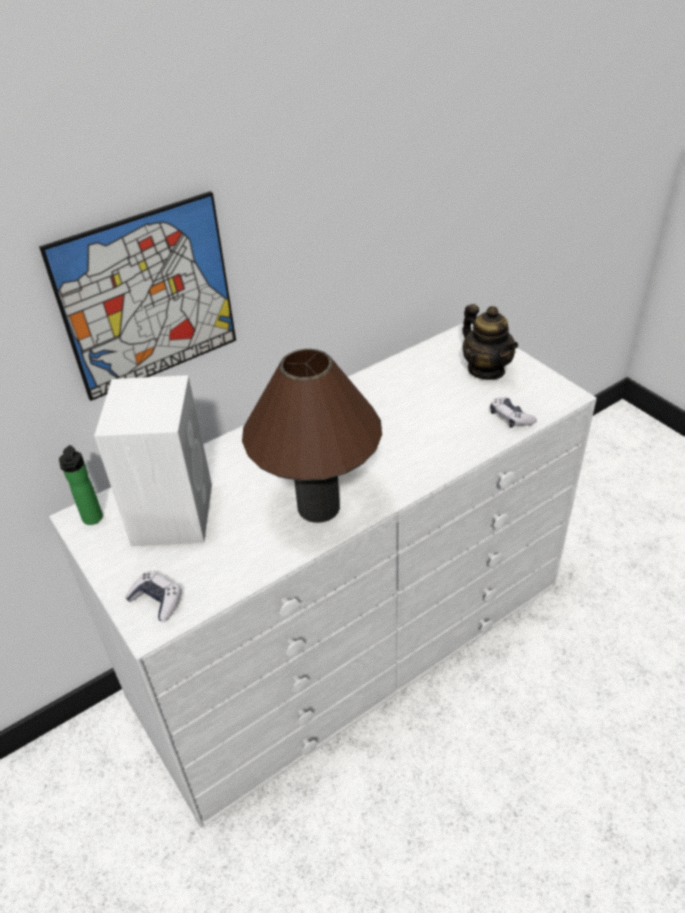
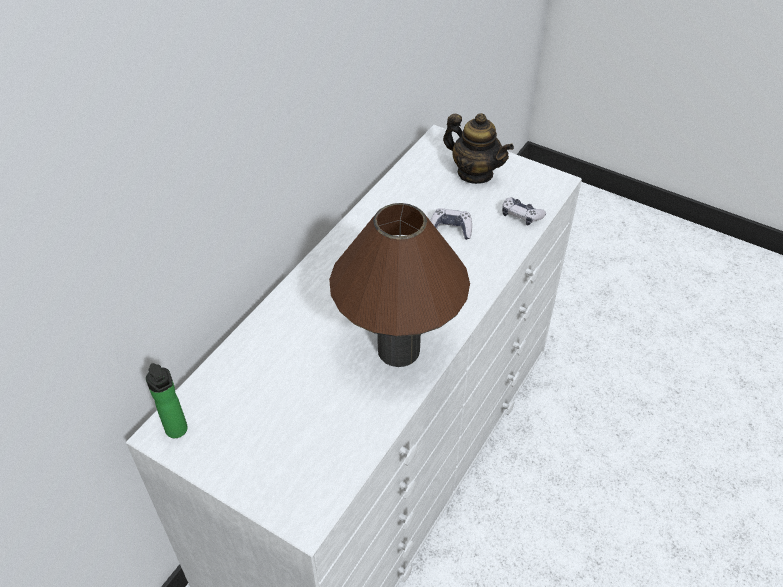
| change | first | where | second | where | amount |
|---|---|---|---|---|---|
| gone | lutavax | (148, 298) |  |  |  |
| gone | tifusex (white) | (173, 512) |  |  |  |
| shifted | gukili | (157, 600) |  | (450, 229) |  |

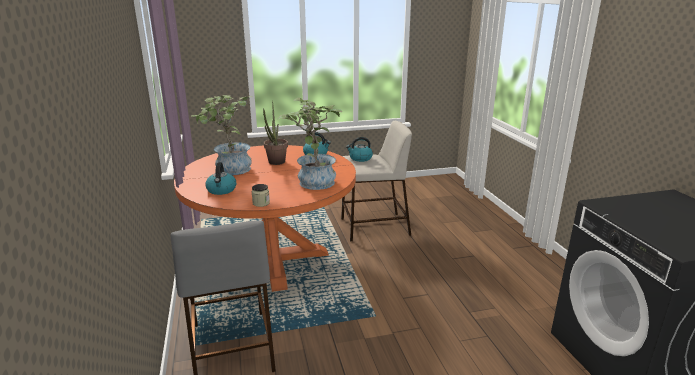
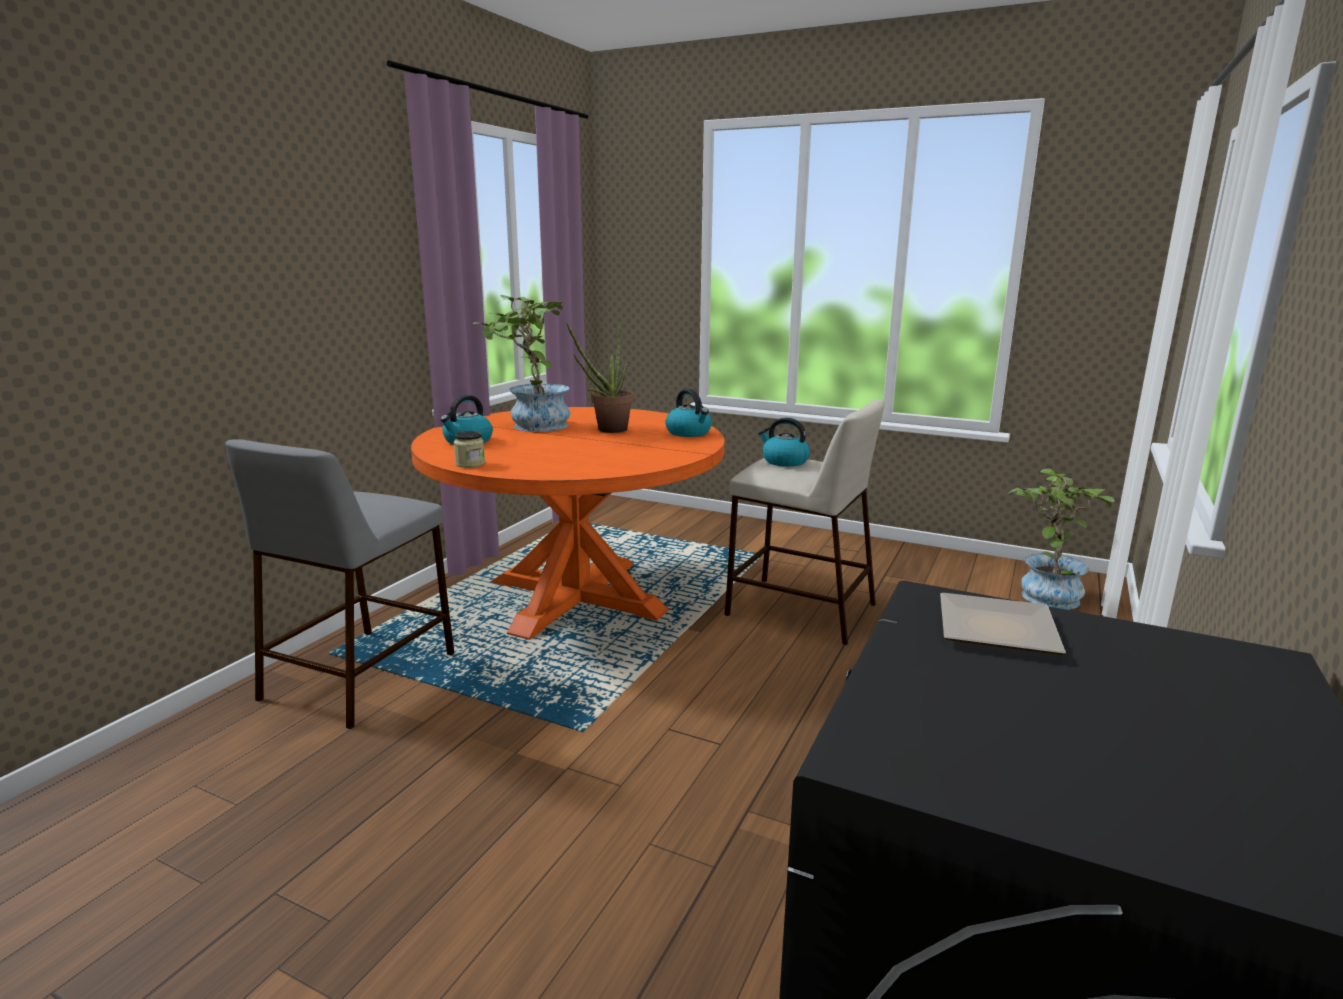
| change | first | where | second | where | amount |
|---|---|---|---|---|---|
| shifted | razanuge | (313, 181) |  | (1046, 594) |  |
| new |  |  | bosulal | (993, 631) |  |

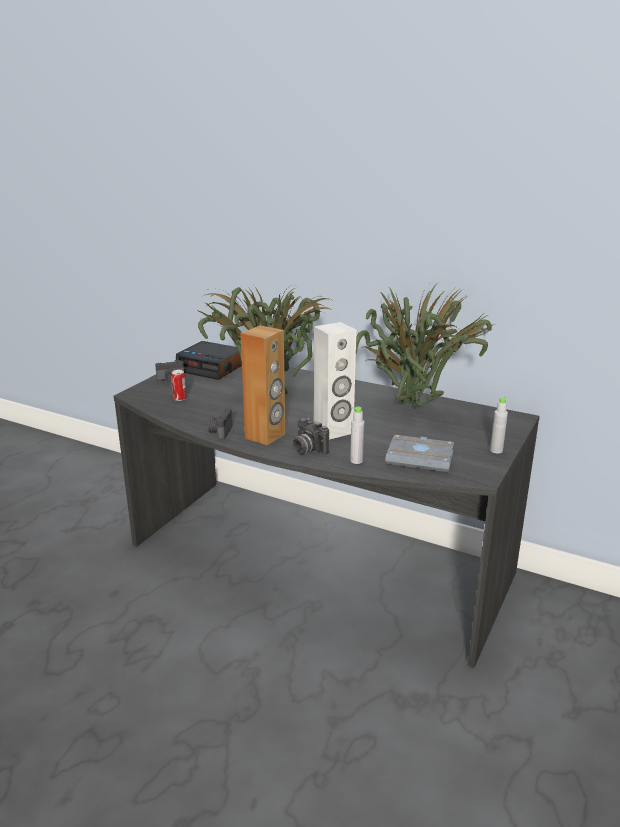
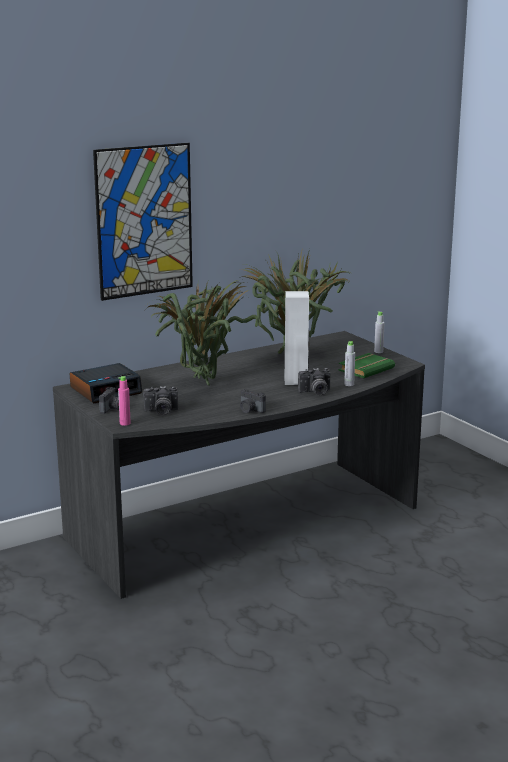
| change | first | where | second | where | amount |
|---|---|---|---|---|---|
| gone | tifusex (brown) | (265, 436) |  |  |  |
| swapped | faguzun | (179, 398) | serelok | (161, 412) |  |
| repainted | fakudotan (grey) | (421, 458) | fakudotan (green) | (365, 369) |  |
| new |  |  | lutavax | (144, 221) |  |
| new |  |  | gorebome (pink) | (125, 423) |  |

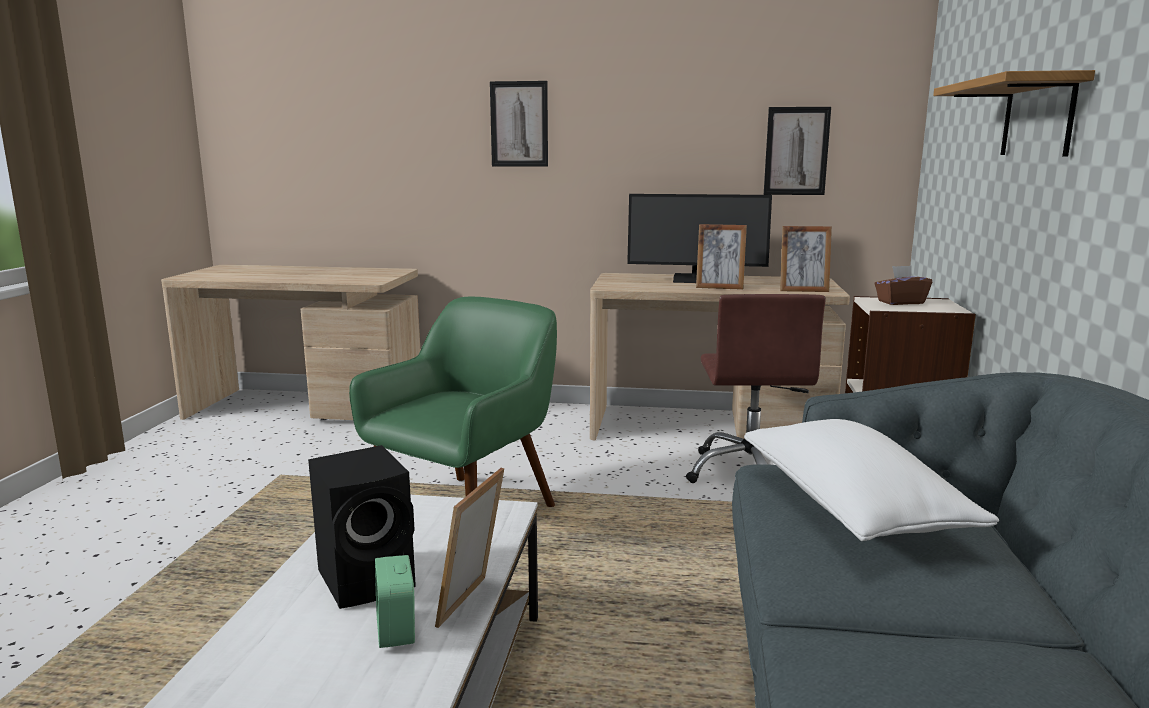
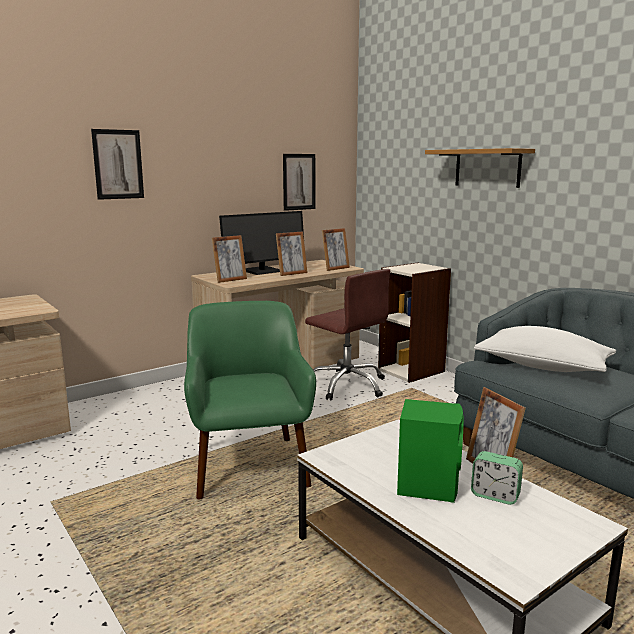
| change | first | where | second | where | amount |
|---|---|---|---|---|---|
| gone | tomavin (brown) | (900, 302) |  |  |  |
| repainted | tifusex (black) | (370, 579) | tifusex (green) | (428, 485) |  |
| new |  |  | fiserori | (230, 280) |  |

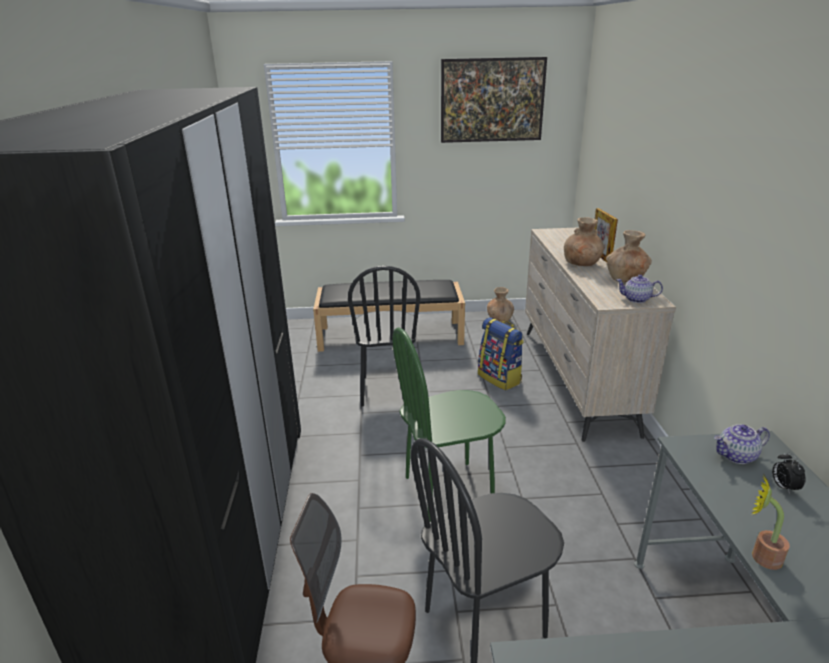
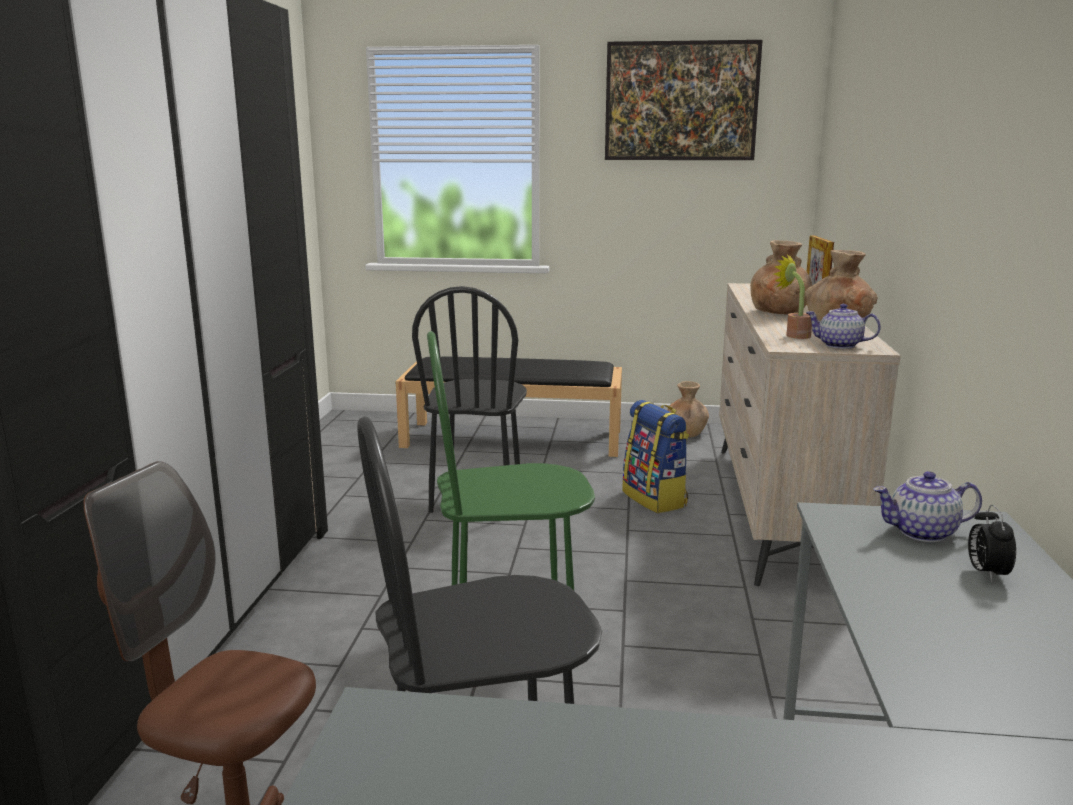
| change | first | where | second | where | amount |
|---|---|---|---|---|---|
| shifted | razanuge | (760, 556) |  | (793, 335) |  |

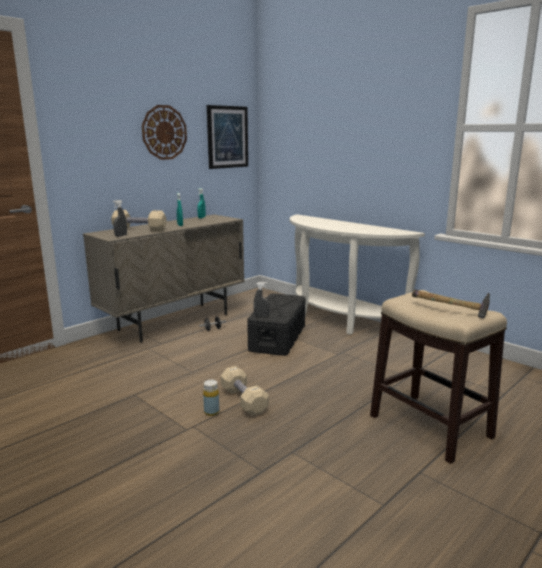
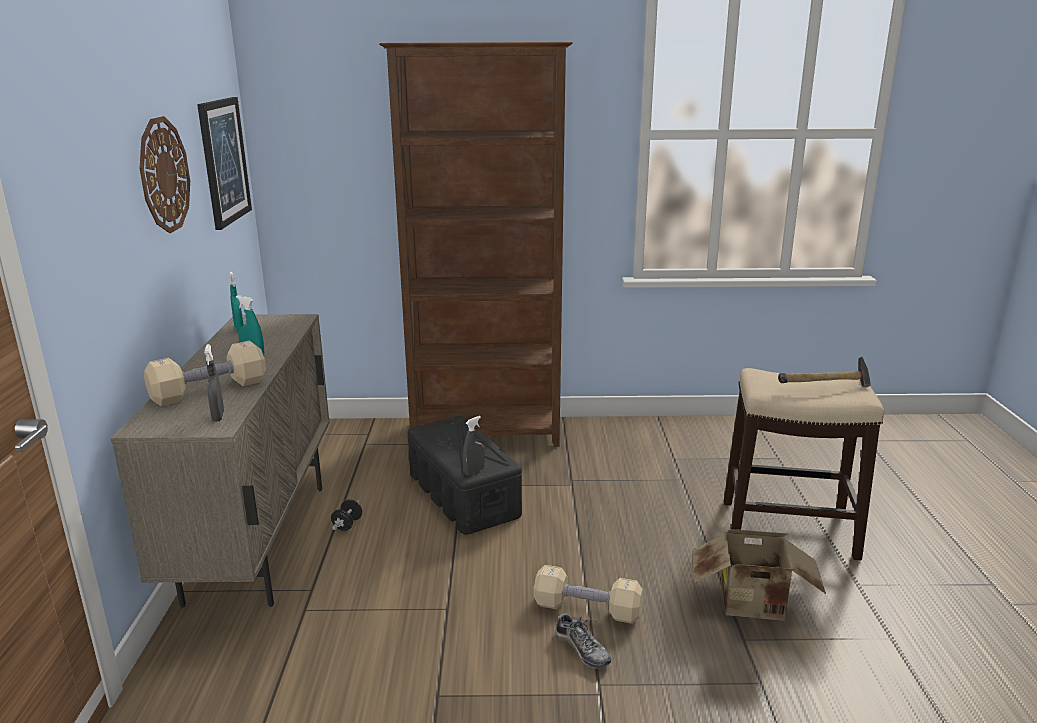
| change | first | where | second | where | amount |
|---|---|---|---|---|---|
| swapped | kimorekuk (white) | (337, 320) | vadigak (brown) | (487, 434) |  |
| swapped | gorebome (yellow) | (211, 412) | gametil | (582, 650) |  |
| new |  |  | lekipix | (754, 606) |  |

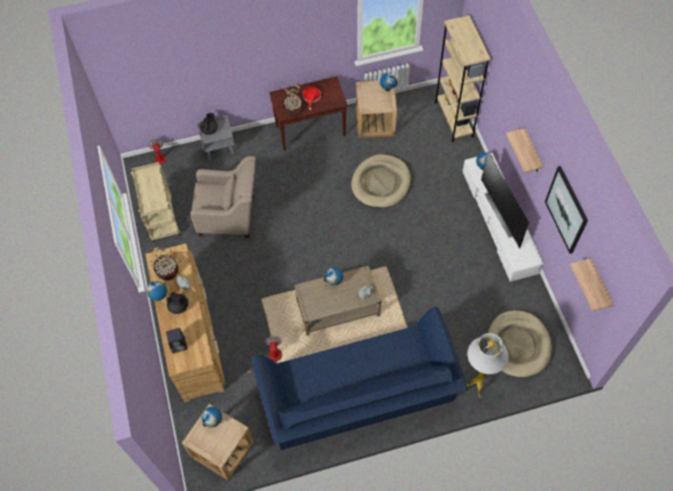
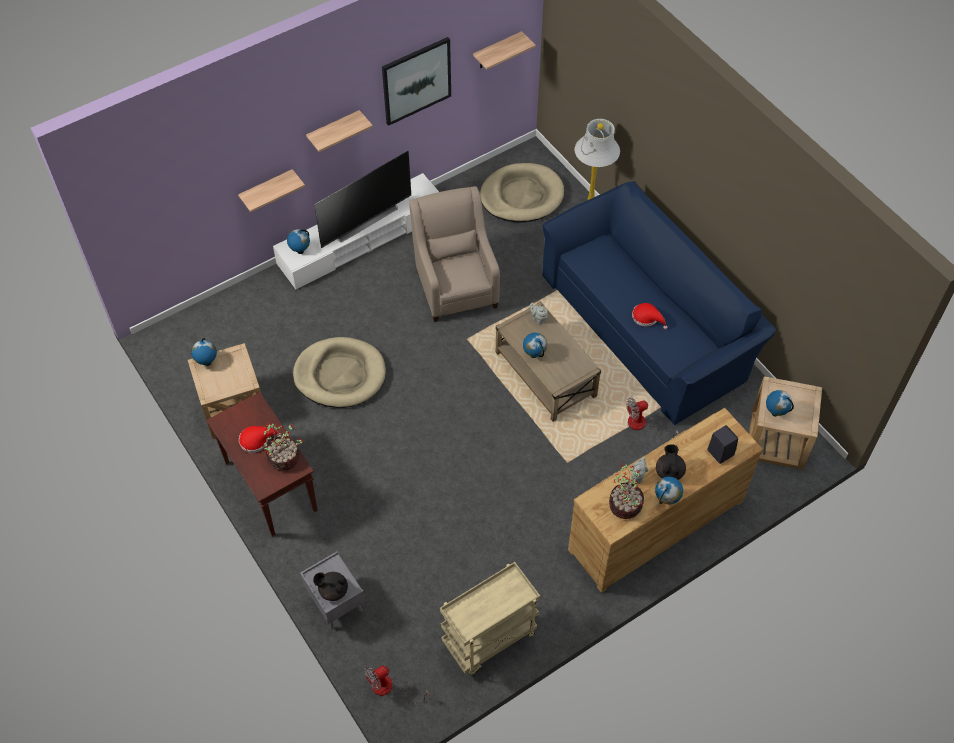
| change | first | where | second | where | amount |
|---|---|---|---|---|---|
| gone | vadigak (beige) | (454, 118) |  |  |  |
| shifted | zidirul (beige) | (229, 216) |  | (456, 286) |  |
| new |  |  | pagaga | (267, 189) |  |
| new |  |  | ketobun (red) | (647, 318) |  |

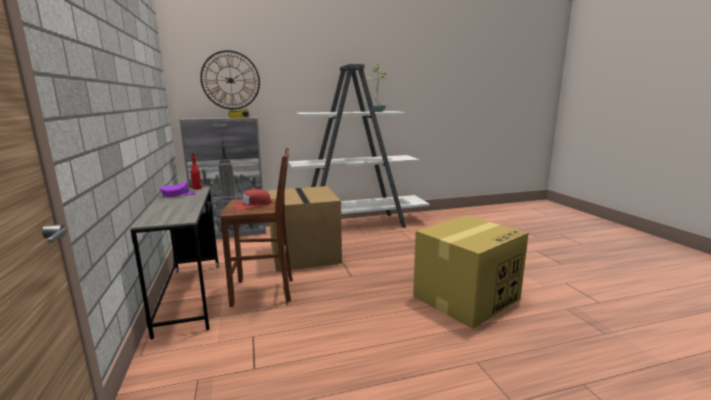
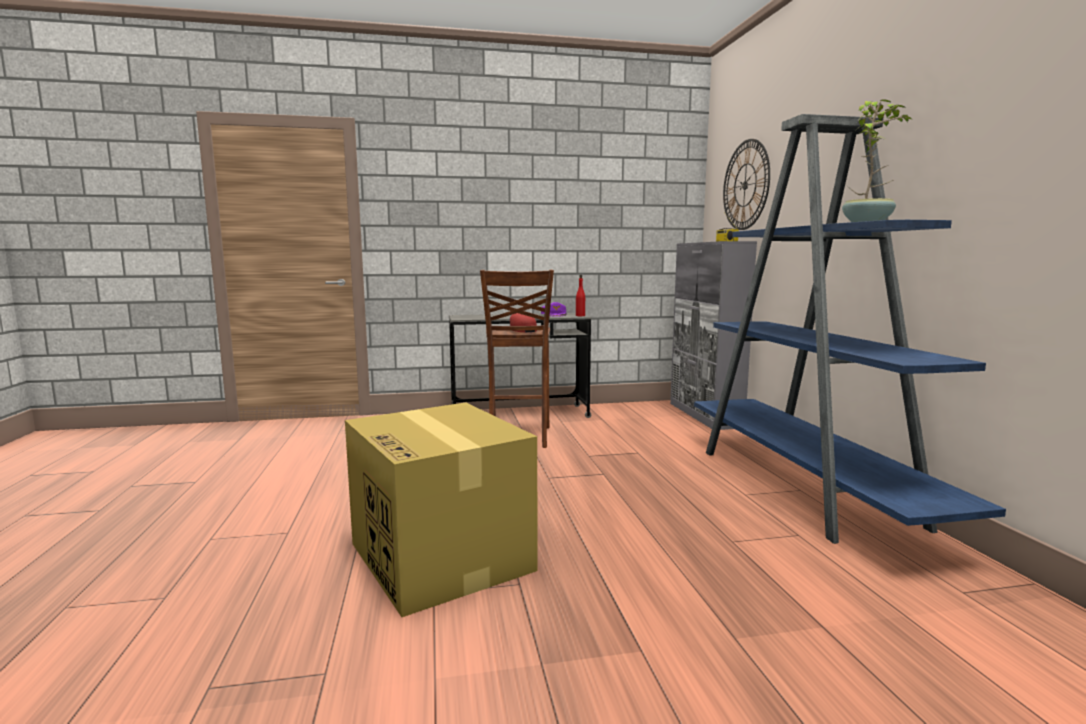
| change | first | where | second | where | amount |
|---|---|---|---|---|---|
| repainted | vadigak (white) | (354, 225) | vadigak (blue) | (805, 488) |  |
| gone | lekipix | (303, 254) |  |  |  |

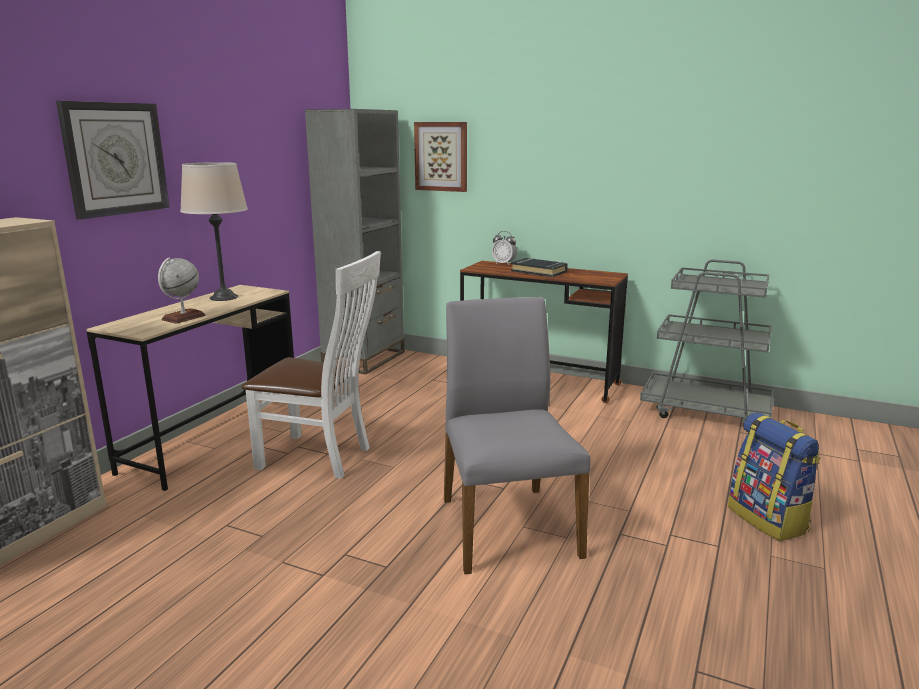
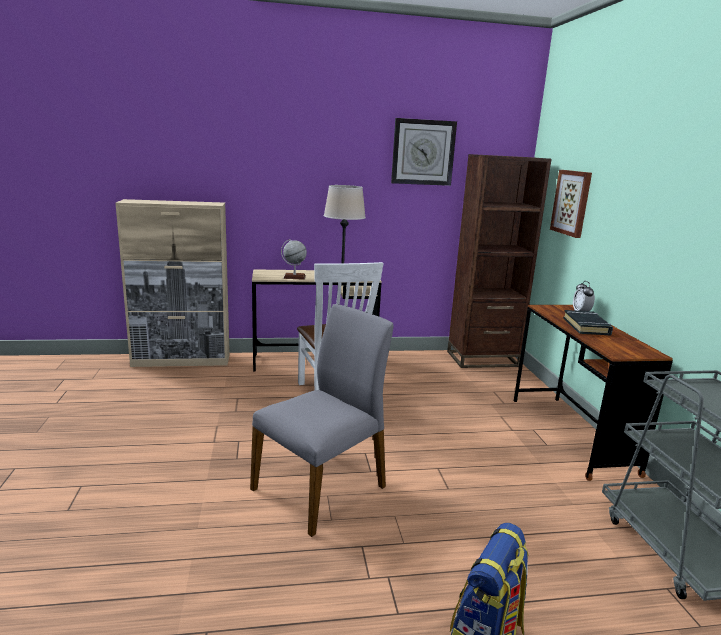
| change | first | where | second | where | amount |
|---|---|---|---|---|---|
| shifted | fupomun | (115, 159) |  | (423, 152) |  |
| repainted | vadigak (grey) | (364, 359) | vadigak (brown) | (482, 359) |  |

